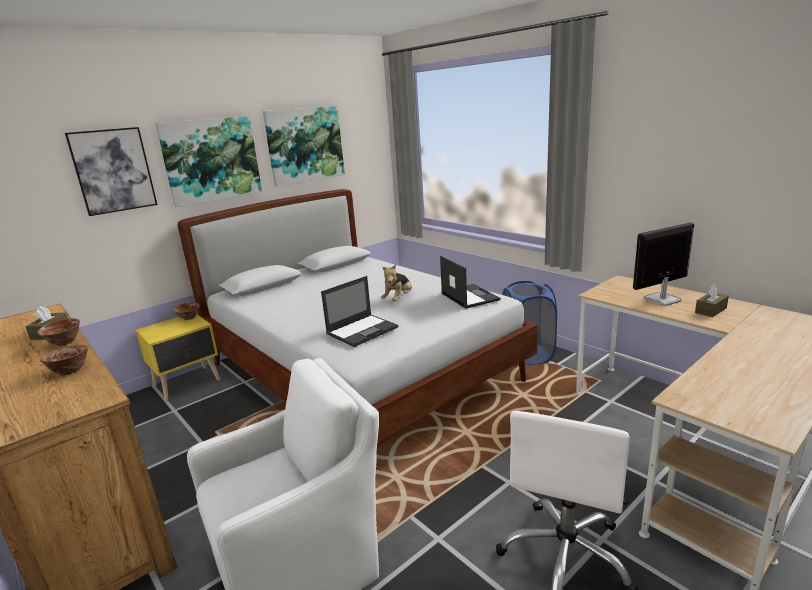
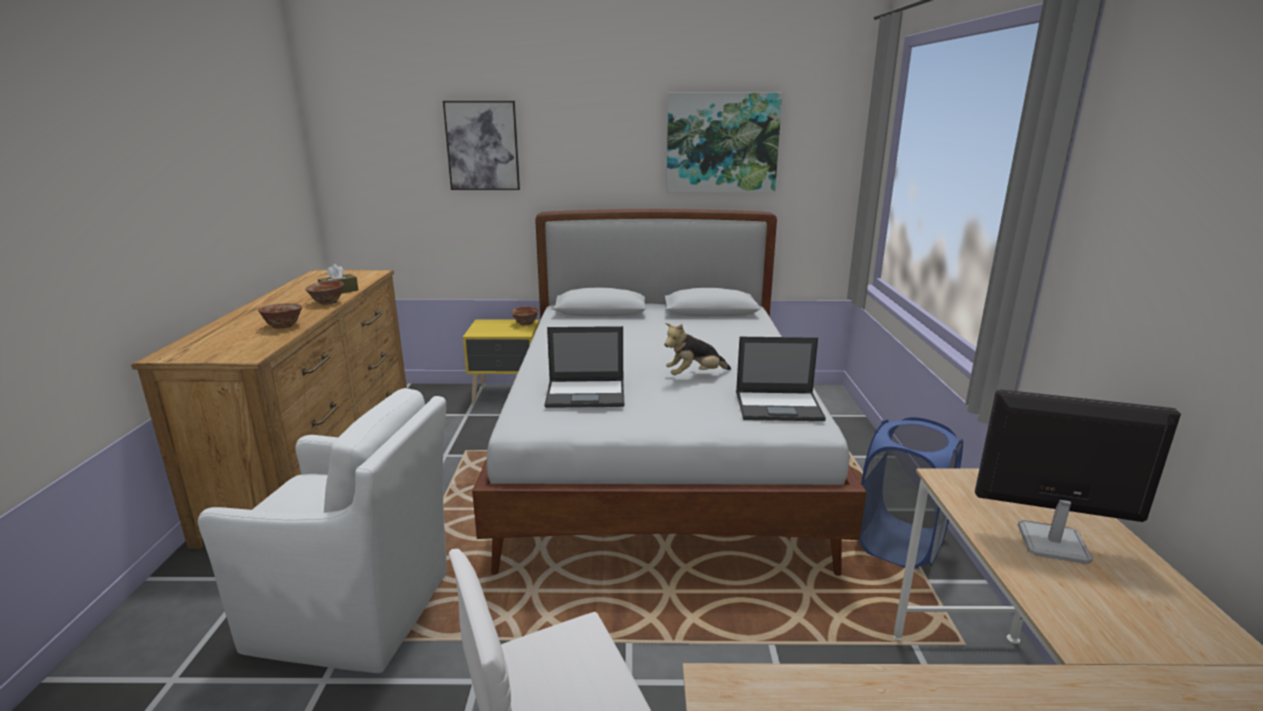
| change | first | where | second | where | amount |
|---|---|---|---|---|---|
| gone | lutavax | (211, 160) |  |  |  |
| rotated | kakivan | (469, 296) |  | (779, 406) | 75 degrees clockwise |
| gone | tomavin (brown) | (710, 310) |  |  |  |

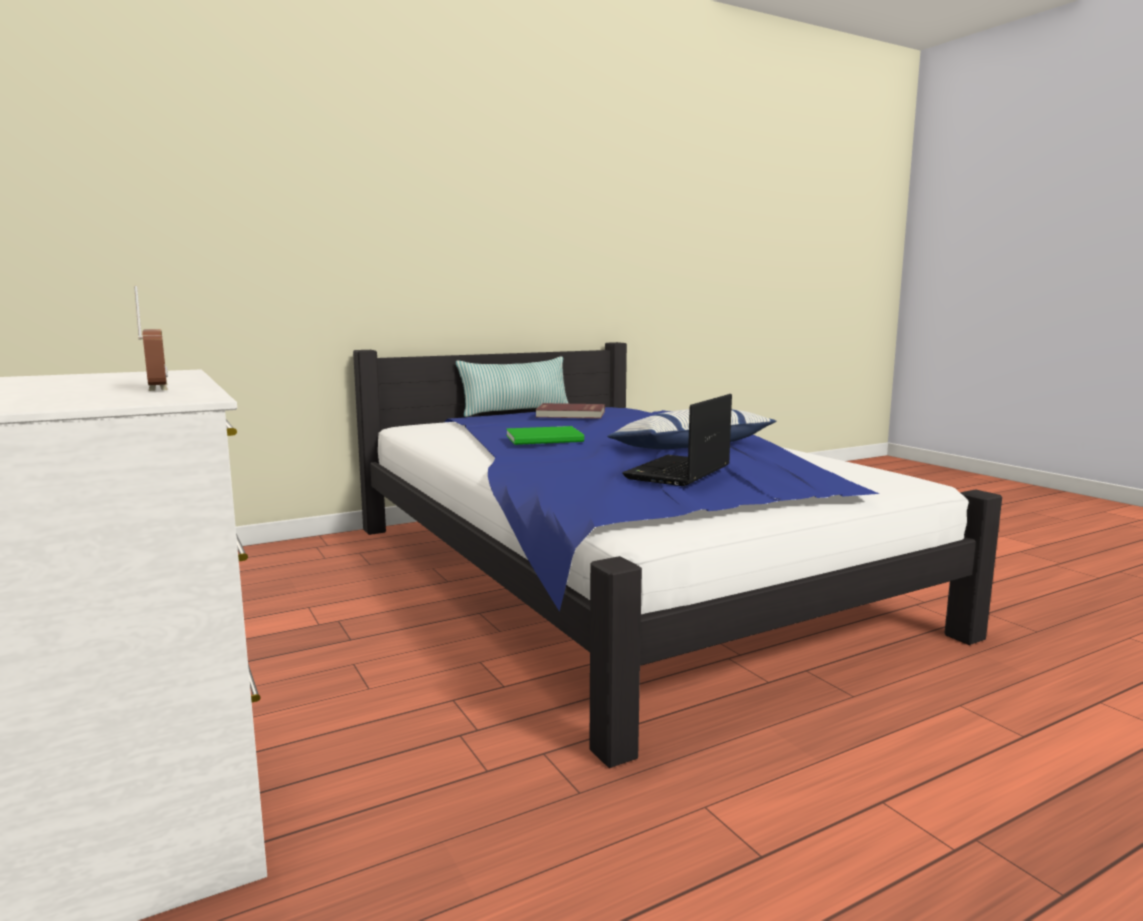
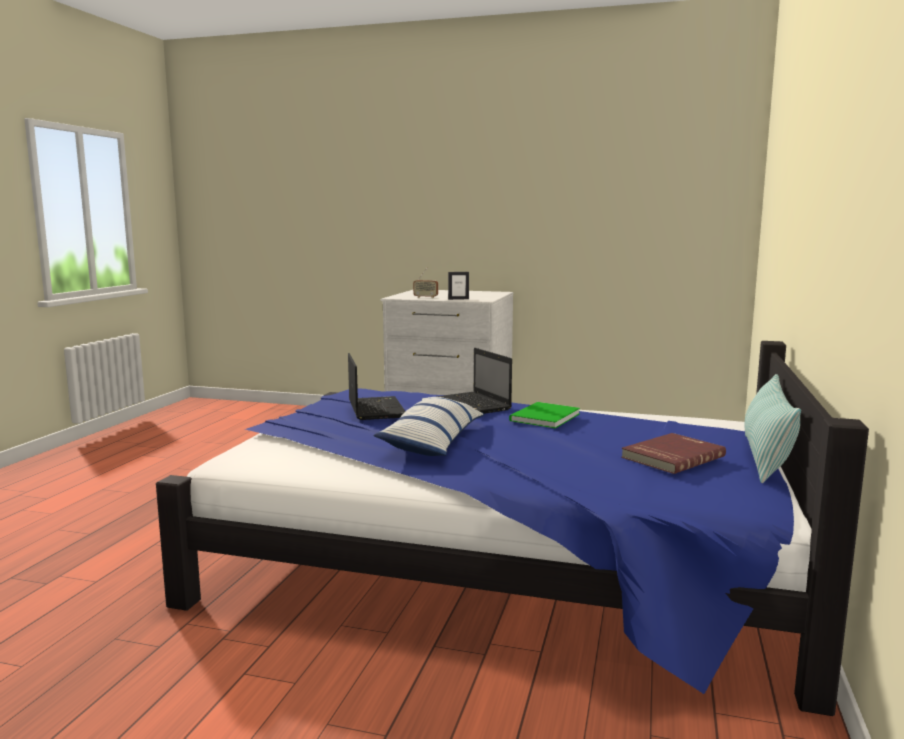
| change | first | where | second | where | amount |
|---|---|---|---|---|---|
| new |  |  | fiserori | (458, 299) |  |
| new |  |  | kakivan | (474, 405) |  |

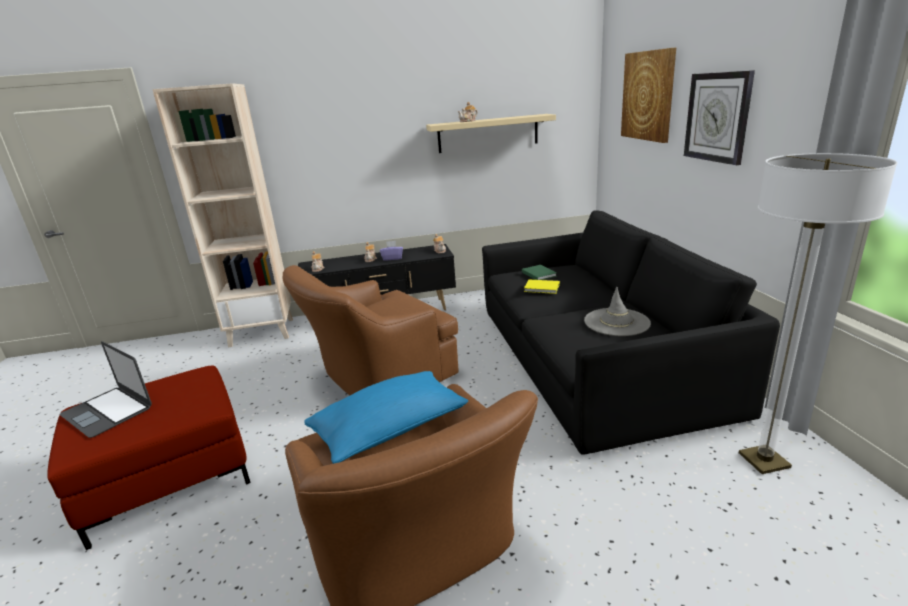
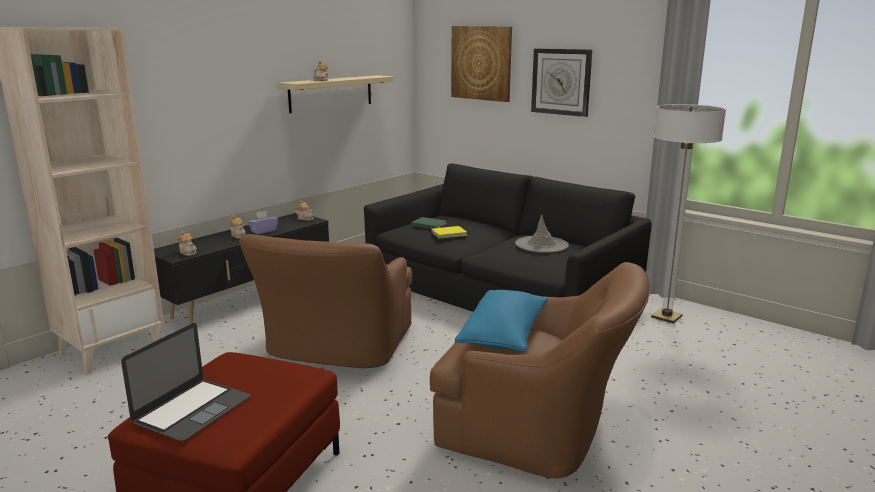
| change | first | where | second | where | amount |
|---|---|---|---|---|---|
| rotated | kakivan | (107, 411) |  | (192, 409) | 60 degrees counterclockwise |

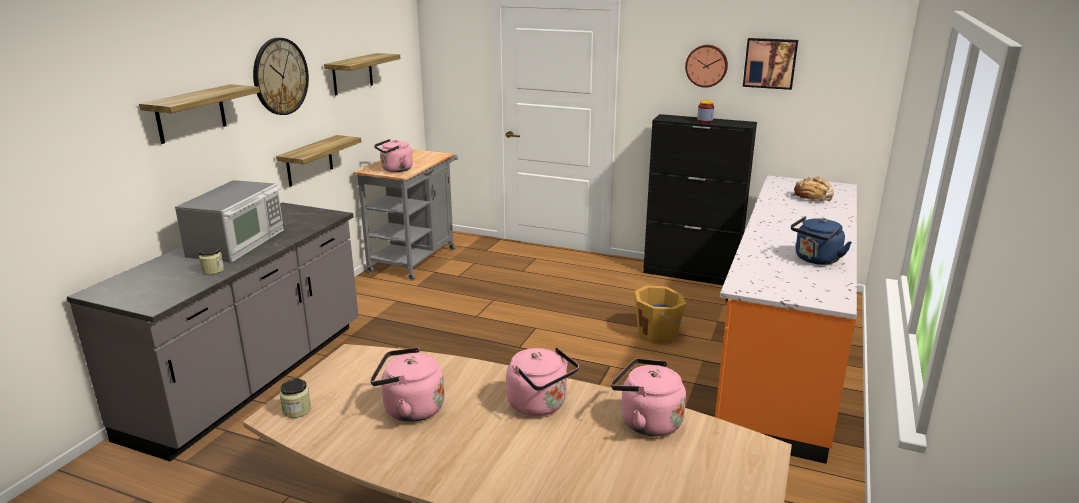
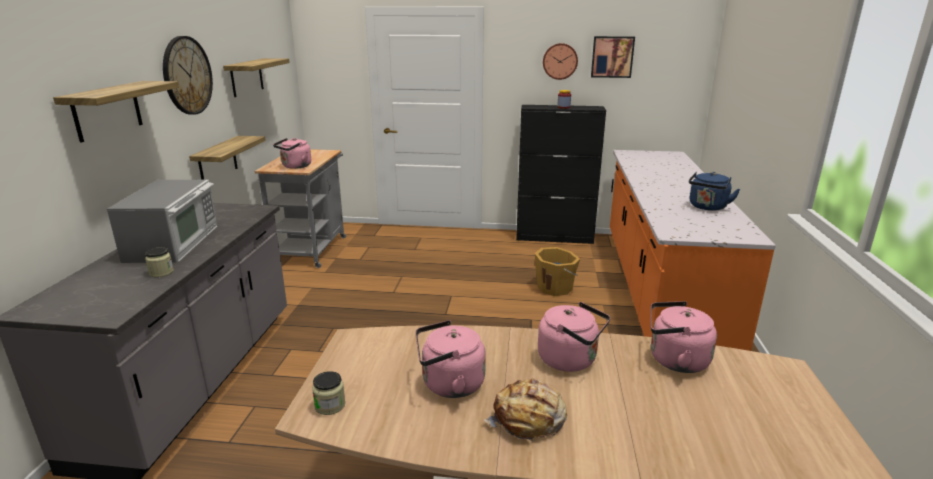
| change | first | where | second | where | amount |
|---|---|---|---|---|---|
| shifted | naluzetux | (812, 197) |  | (529, 420) |  |

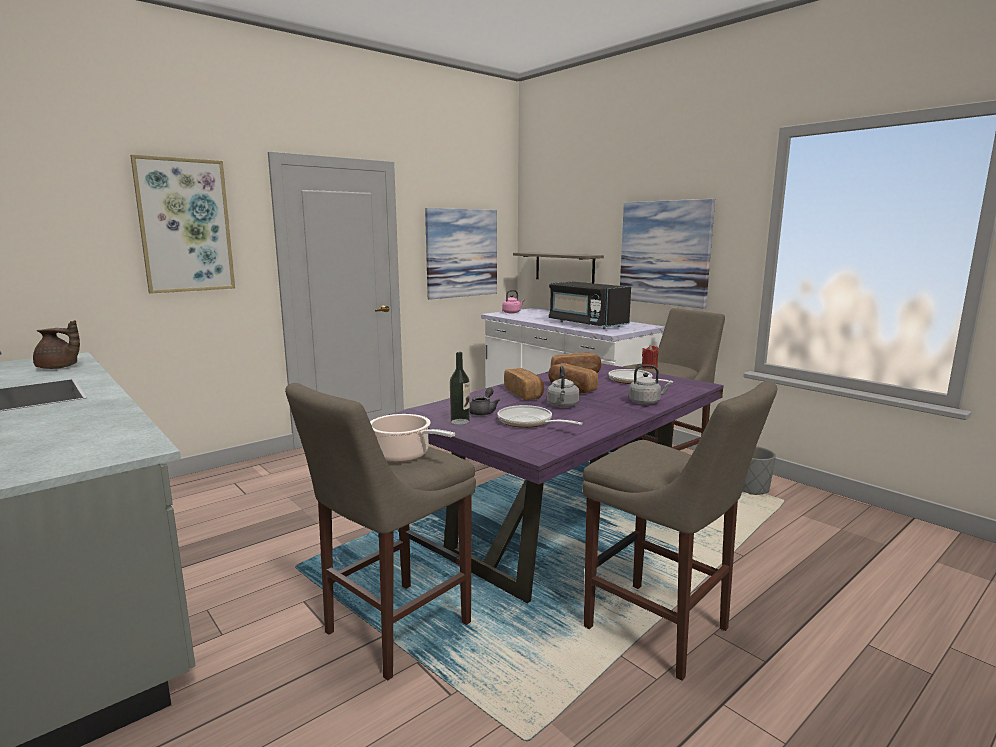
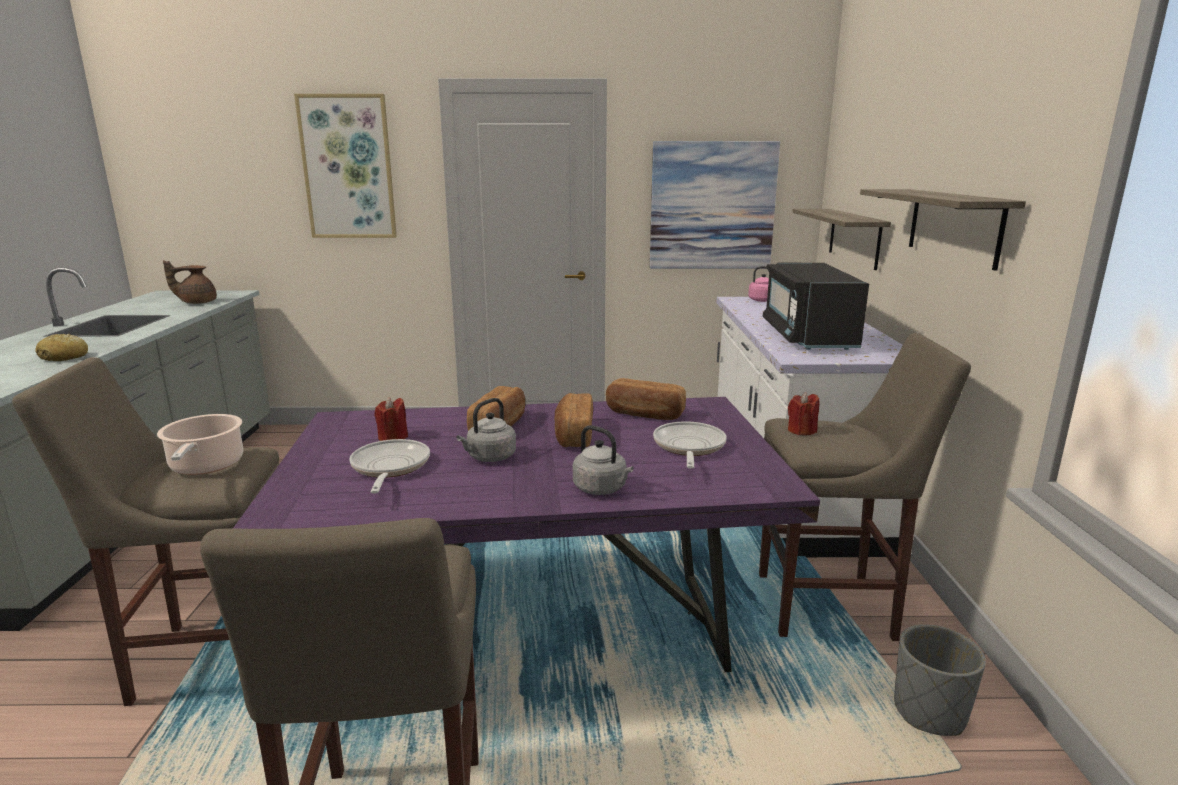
| change | first | where | second | where | amount |
|---|---|---|---|---|---|
| swapped | lutavax | (664, 253) | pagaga | (953, 226) |  |
| rotated | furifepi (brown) | (59, 367) |  | (197, 302) | 105 degrees clockwise |
| gone | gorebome | (460, 421) |  |  |  |
| swapped | furifepi (grey) | (483, 412) | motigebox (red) | (393, 437) |  |
| new |  |  | naluzetux | (64, 357) |  |

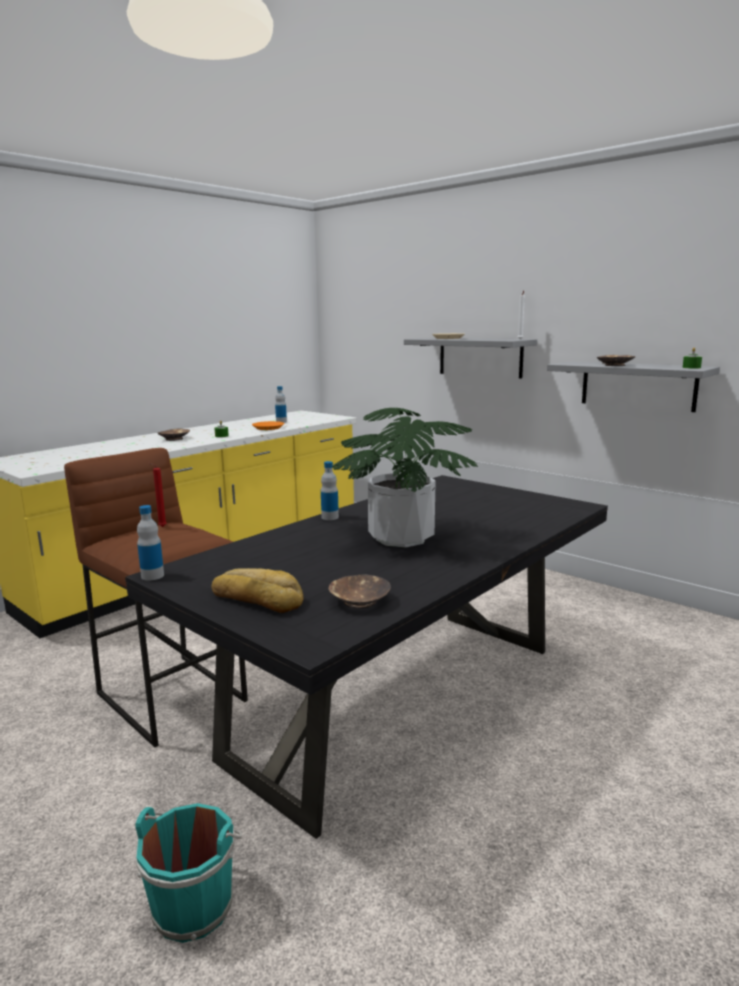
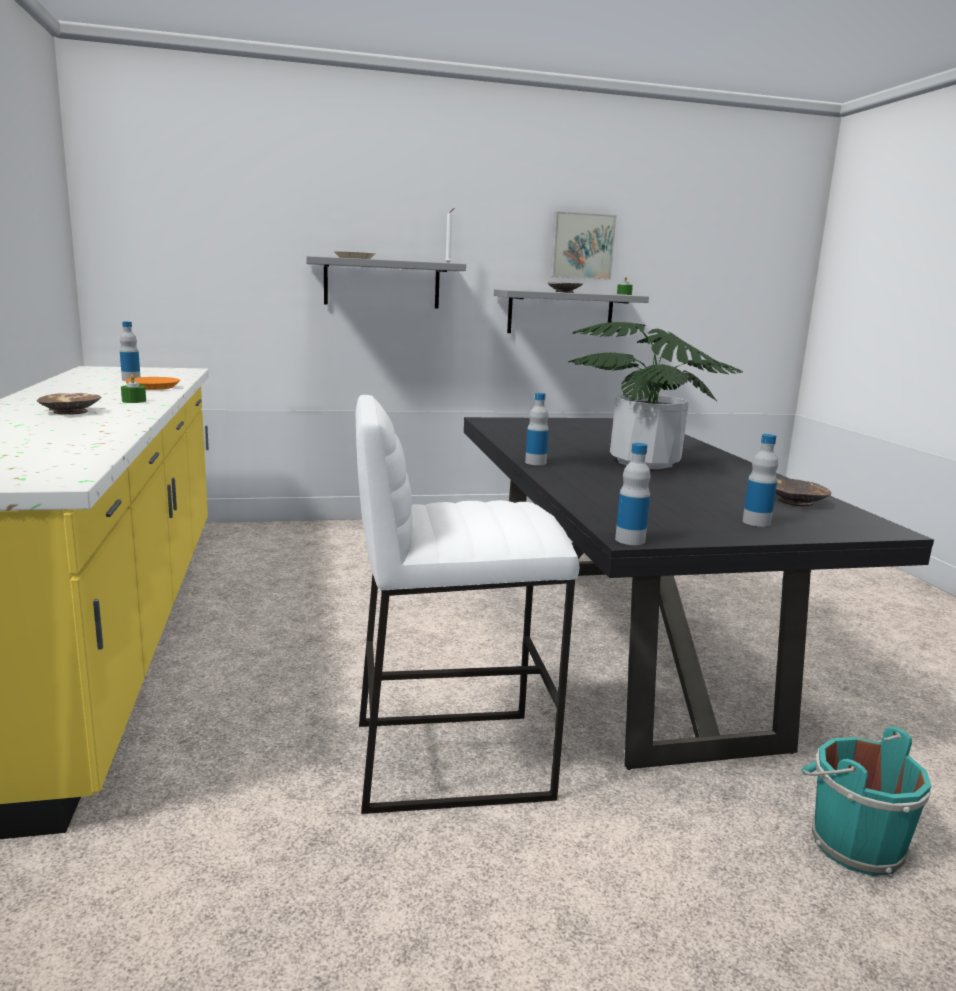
| change | first | where | second | where | amount |
|---|---|---|---|---|---|
| repainted | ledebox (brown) | (173, 696) | ledebox (white) | (451, 758) |  |
| gone | motigebox (red) | (161, 527) |  |  |  |
| swapped | naluzetux | (258, 599) | gorebome | (756, 522) |  |
| new |  |  | lutavax | (581, 246) |  |

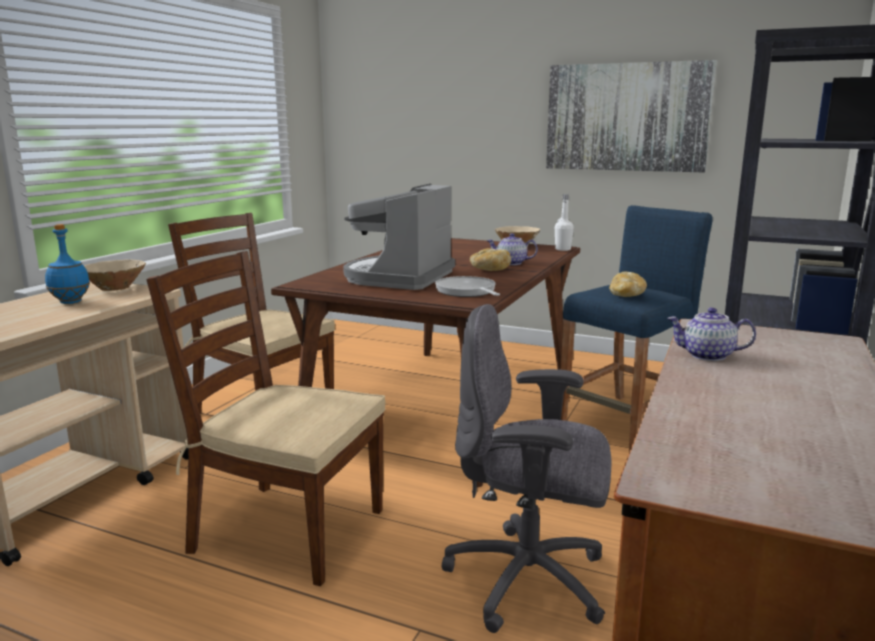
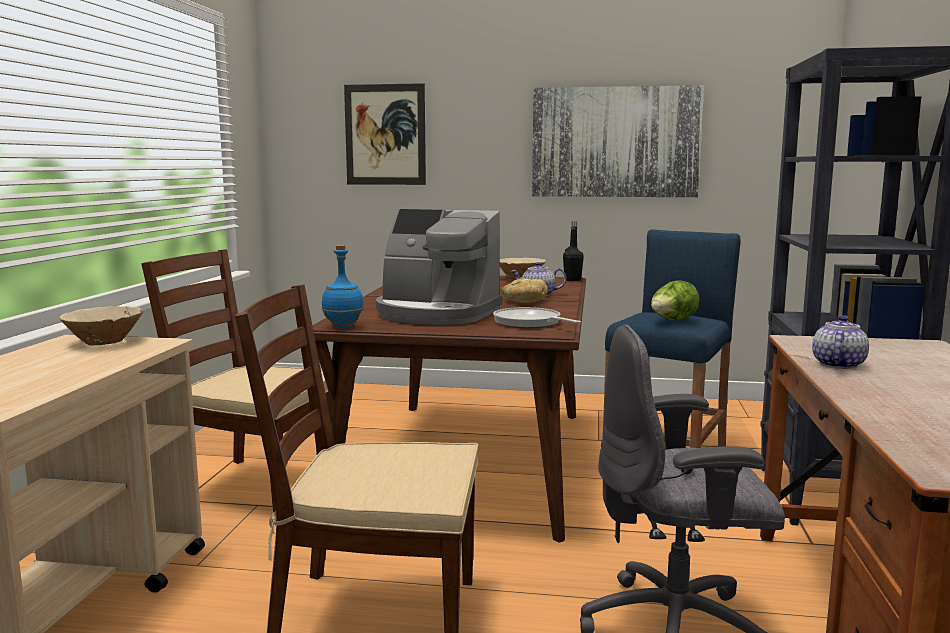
| change | first | where | second | where | amount |
|---|---|---|---|---|---|
| rotated | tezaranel | (399, 277) |  | (436, 314) | 75 degrees counterclockwise |
| repainted | gorebome (white) | (563, 249) | gorebome (black) | (572, 280) |  |
| shifted | gorebome (blue) | (70, 302) |  | (342, 327) |  |
| swapped | naluzetux | (626, 295) | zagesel | (672, 321) |  |
| rotated | furifepi | (707, 355) |  | (837, 364) | 120 degrees clockwise |
| new |  |  | lutavax | (385, 134) |  |

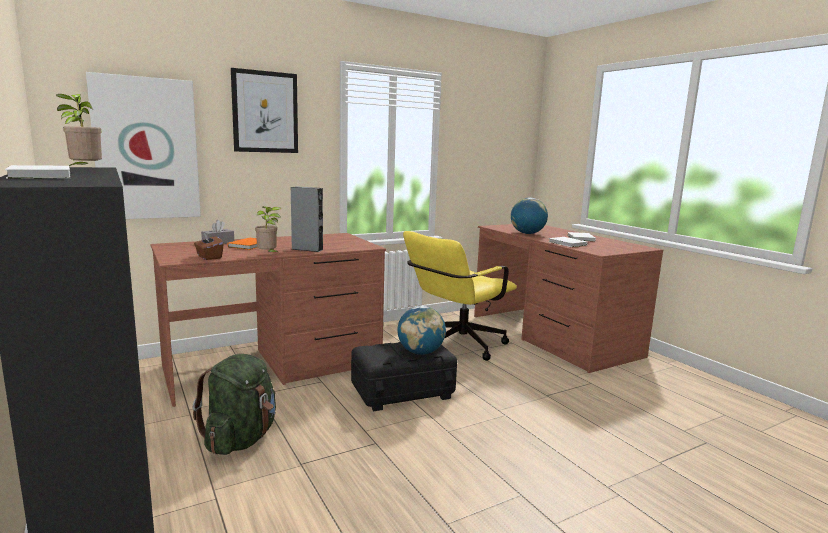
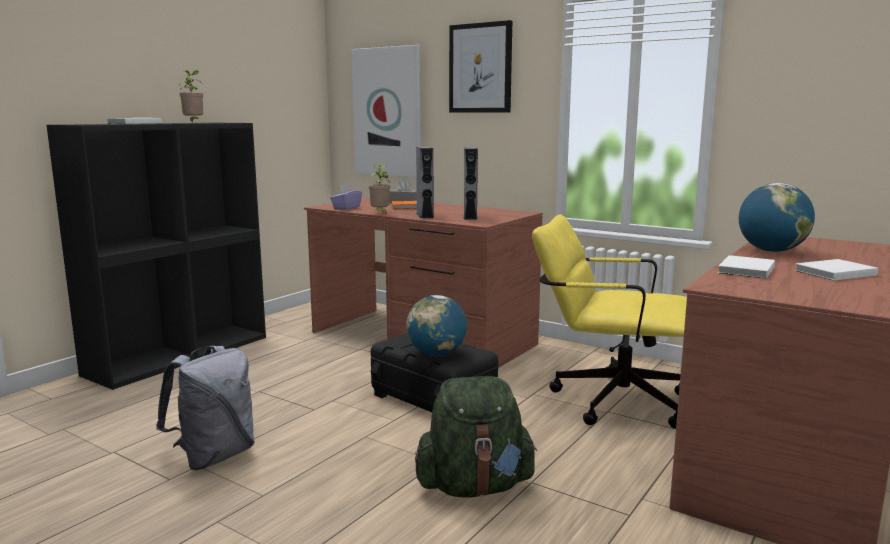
| change | first | where | second | where | amount |
|---|---|---|---|---|---|
| repainted | tomavin (brown) | (209, 257) | tomavin (purple) | (346, 208) |  |
| shifted | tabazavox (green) | (241, 439) |  | (475, 487) |  |
| new |  |  | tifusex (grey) | (470, 217) |  |
| new |  |  | tabazavox (grey) | (214, 456) |  |

